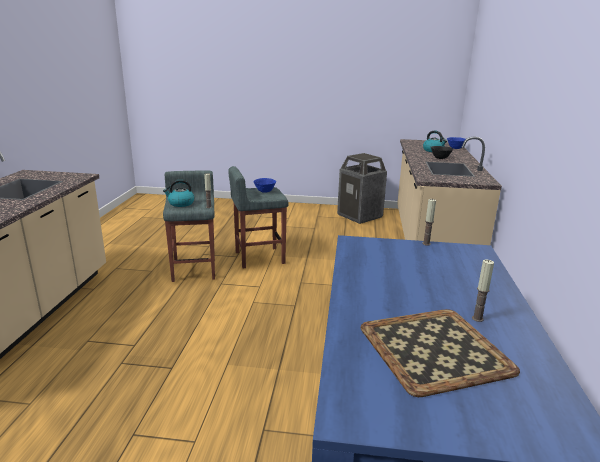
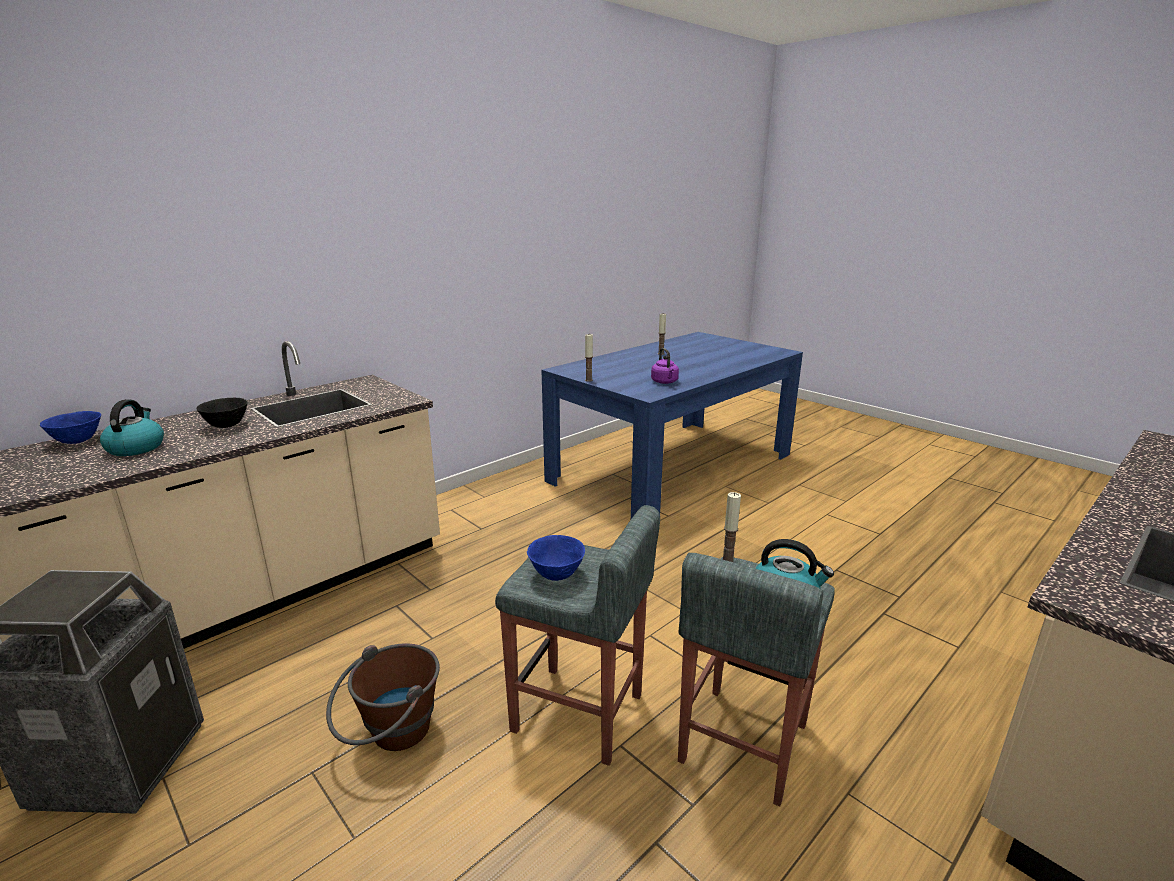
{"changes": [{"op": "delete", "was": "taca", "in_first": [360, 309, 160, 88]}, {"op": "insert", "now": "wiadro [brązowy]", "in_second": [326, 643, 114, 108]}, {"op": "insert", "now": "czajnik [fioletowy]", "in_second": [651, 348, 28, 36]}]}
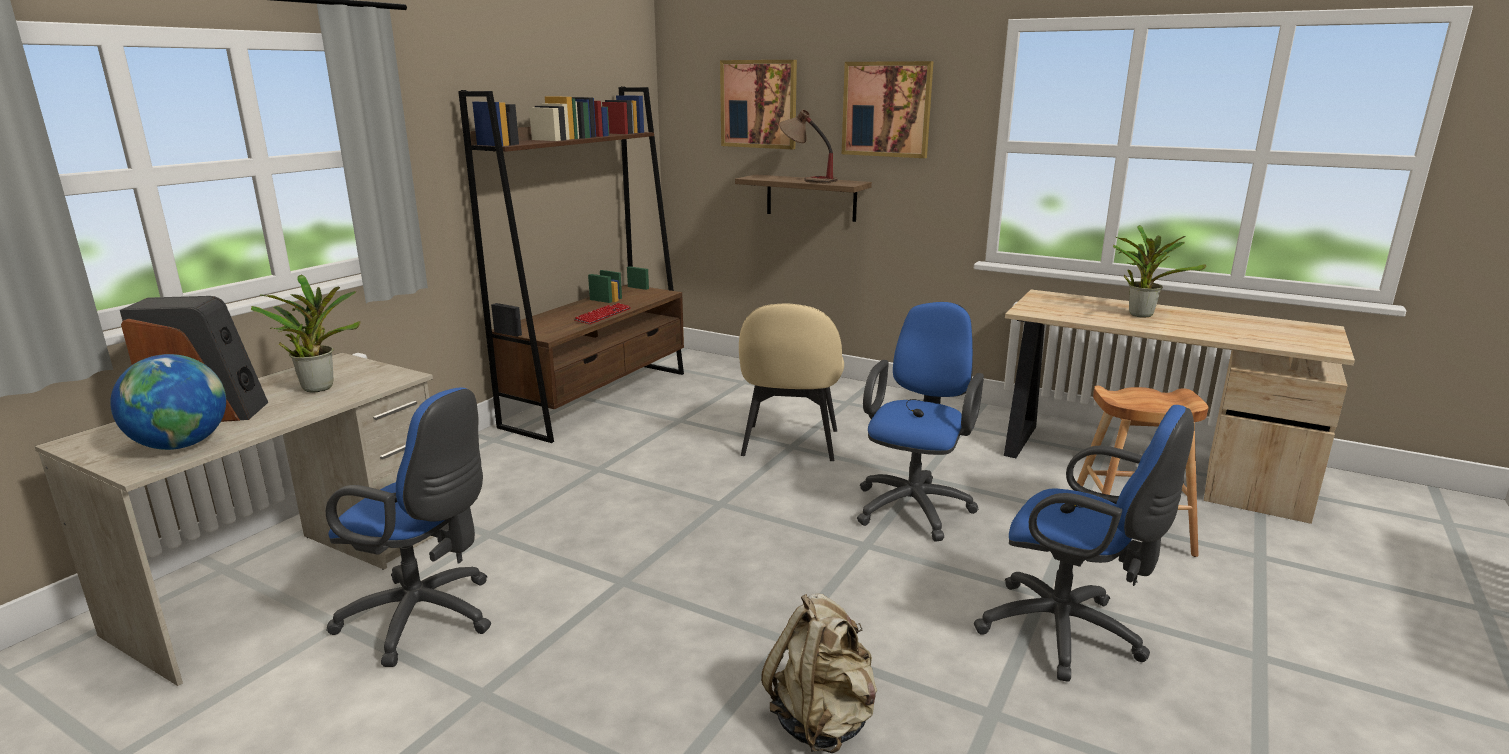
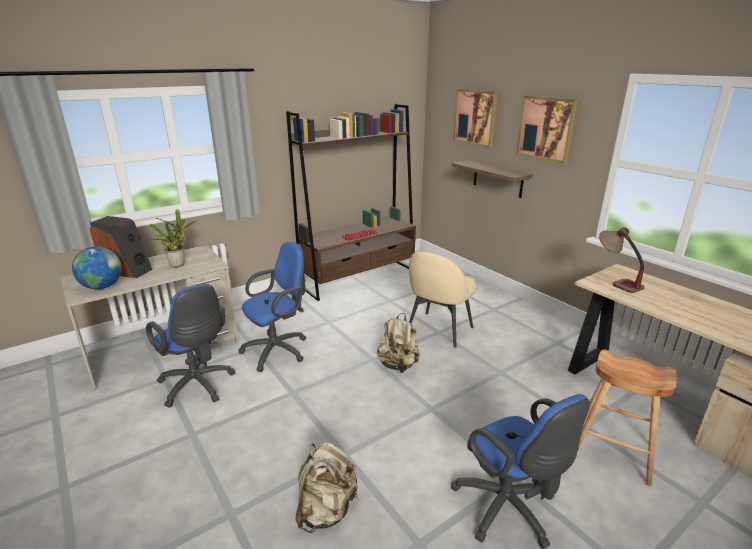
{"changes": [{"op": "delete", "was": "roślina doniczkowa", "in_first": [1113, 225, 93, 93]}, {"op": "insert", "now": "plecak [beżowy]", "in_second": [377, 313, 43, 60]}, {"op": "move", "was": "lampa stołowa", "in_first": [779, 110, 59, 73], "in_second": [599, 227, 45, 66]}, {"op": "move", "was": "krzesło biurowe [niebieski]", "in_first": [857, 302, 127, 240], "in_second": [238, 242, 68, 130]}]}
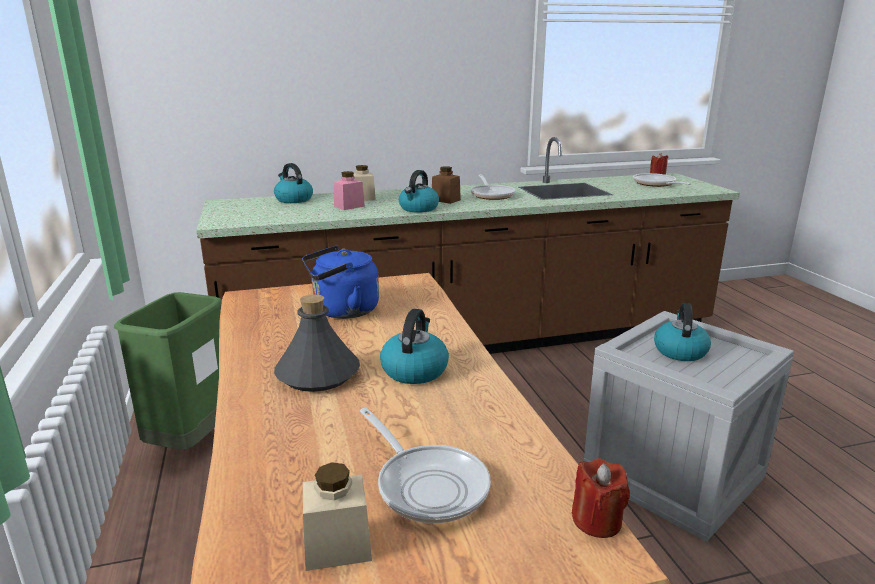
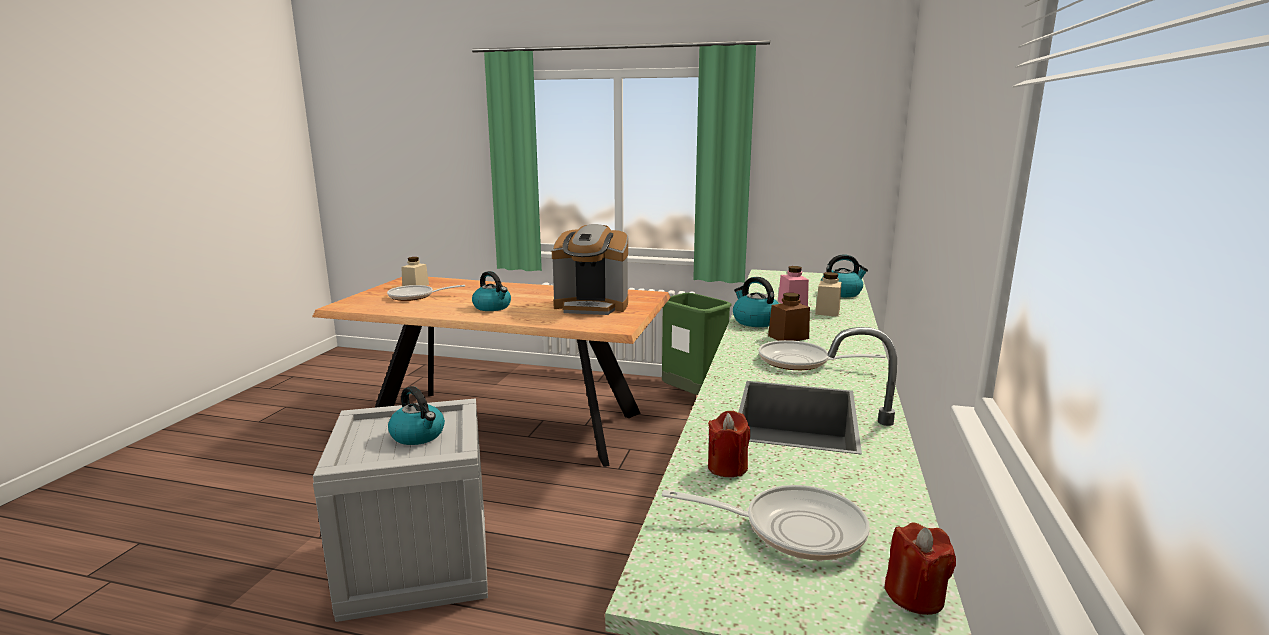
{"changes": [{"op": "delete", "was": "butelka [szary]", "in_first": [274, 294, 86, 98]}, {"op": "move", "was": "świeca [czerwony]", "in_first": [572, 458, 58, 80], "in_second": [708, 411, 42, 66]}, {"op": "replace", "was": "czajnik [niebieski]", "now": "ekspres do kawy", "in_first": [302, 245, 77, 74], "in_second": [552, 224, 76, 91]}]}
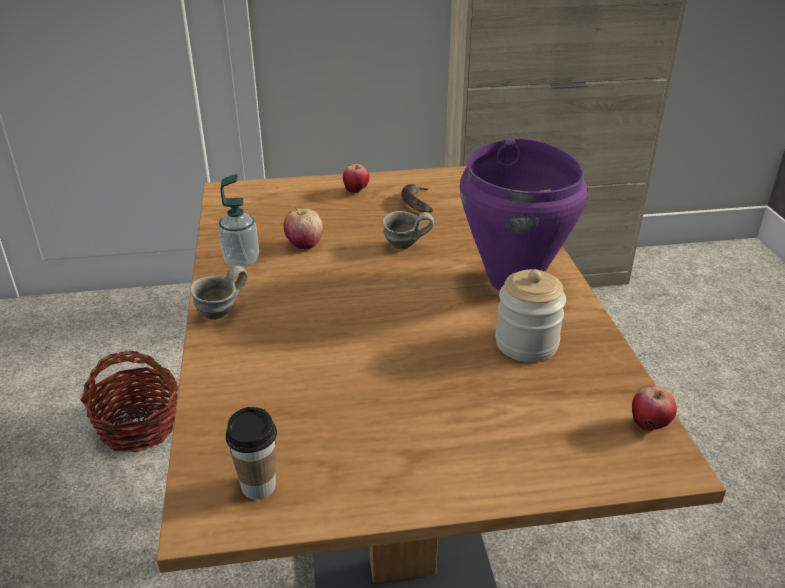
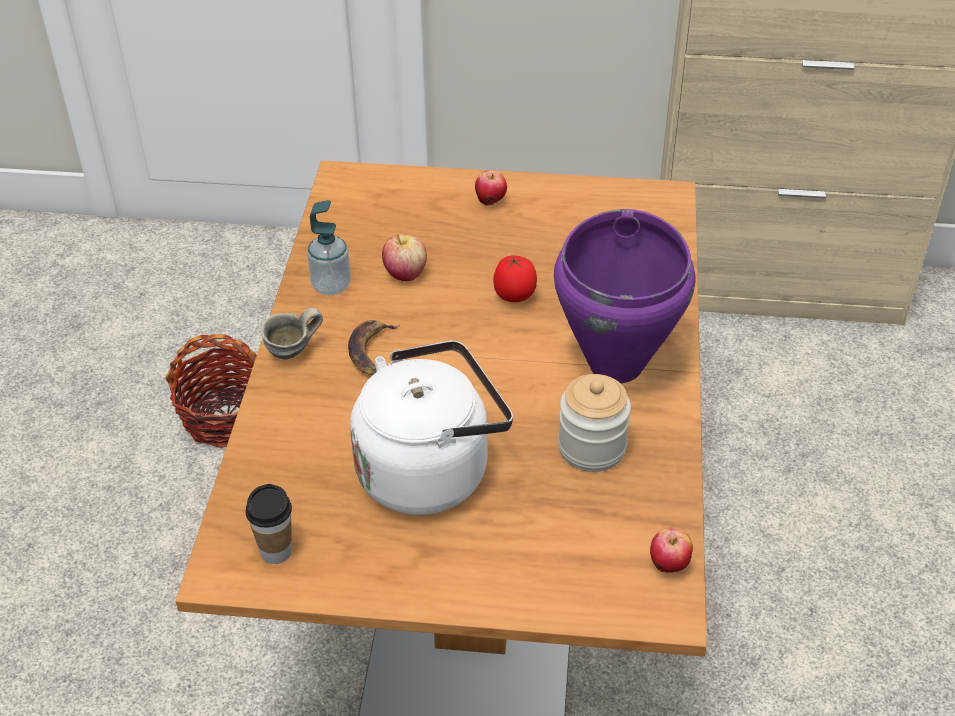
{"changes": [{"op": "insert", "now": "czajnik [biały]", "in_second": [350, 340, 163, 175]}, {"op": "move", "was": "banan", "in_first": [402, 184, 31, 29], "in_second": [348, 320, 51, 55]}, {"op": "replace", "was": "kubek [szary]", "now": "pomidor", "in_first": [382, 211, 52, 38], "in_second": [493, 255, 44, 47]}]}
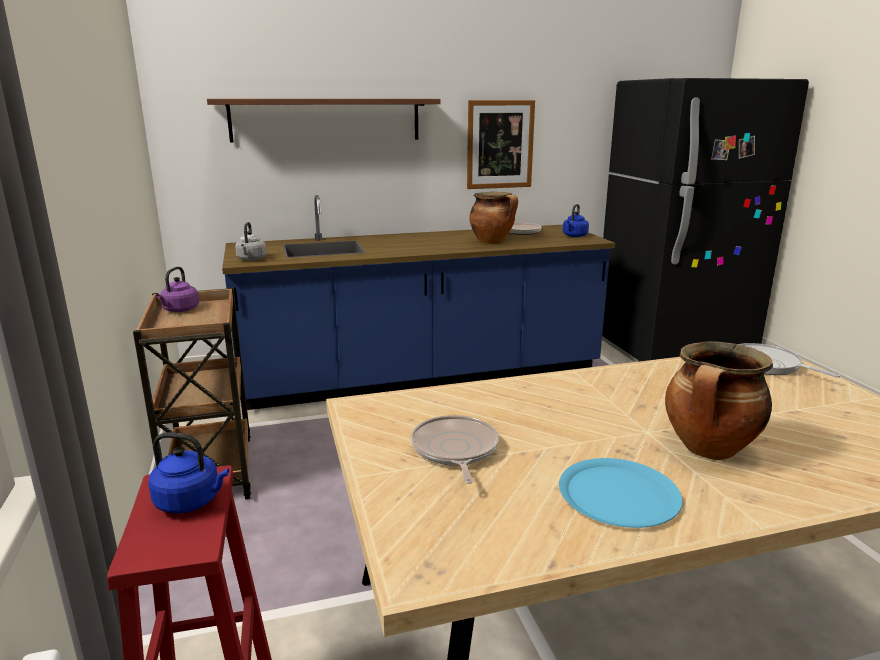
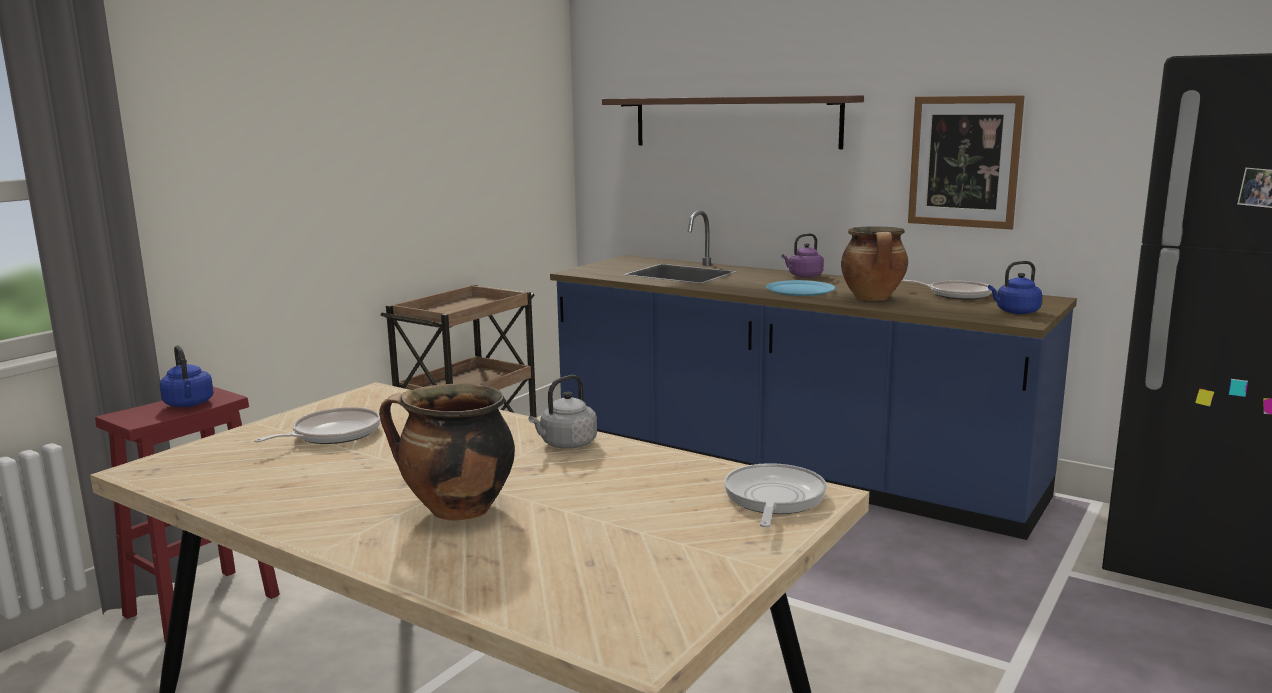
{"changes": [{"op": "move", "was": "czajnik [fioletowy]", "in_first": [156, 267, 43, 45], "in_second": [782, 233, 42, 45]}, {"op": "move", "was": "czajnik [szary]", "in_first": [235, 222, 32, 39], "in_second": [528, 375, 69, 74]}, {"op": "move", "was": "talerz [niebieski]", "in_first": [559, 458, 124, 70], "in_second": [766, 280, 69, 16]}]}
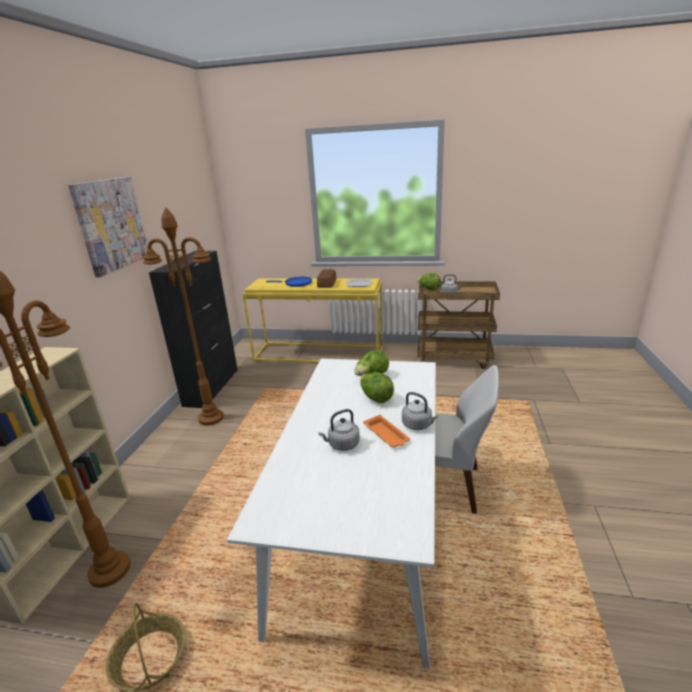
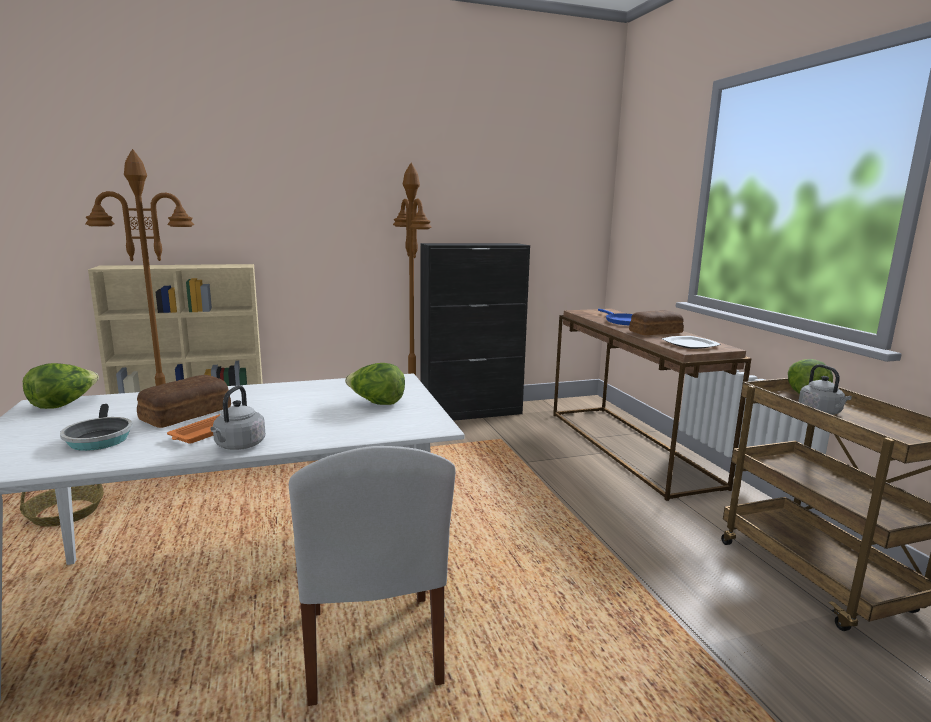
{"changes": [{"op": "delete", "was": "obraz", "in_first": [68, 177, 80, 100]}, {"op": "insert", "now": "patelnia", "in_second": [60, 404, 73, 47]}, {"op": "move", "was": "sałata", "in_first": [360, 372, 34, 31], "in_second": [23, 363, 76, 46]}, {"op": "replace", "was": "czajnik [szary]", "now": "chleb", "in_first": [319, 409, 41, 42], "in_second": [137, 375, 94, 53]}, {"op": "recolor", "was": "stolik konsolowy [żółty]", "now": "stolik konsolowy [brązowy]", "in_first": [242, 279, 141, 84], "in_second": [553, 309, 199, 192]}]}
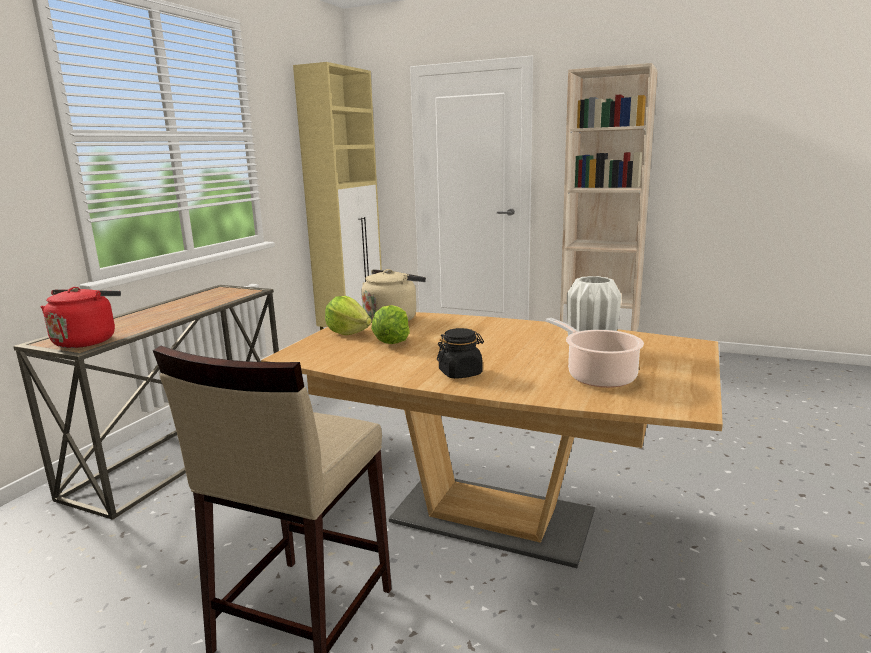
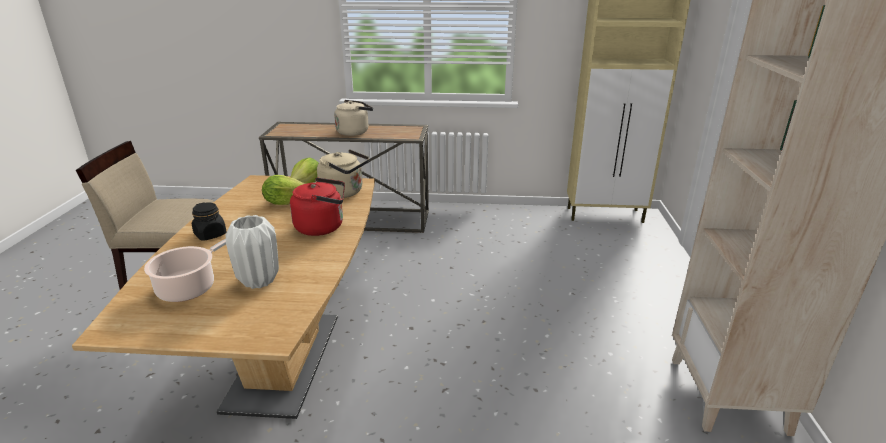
{"changes": [{"op": "insert", "now": "czajnik [beżowy]", "in_second": [334, 100, 39, 36]}, {"op": "move", "was": "czajnik [czerwony]", "in_first": [41, 287, 80, 61], "in_second": [290, 178, 55, 58]}]}
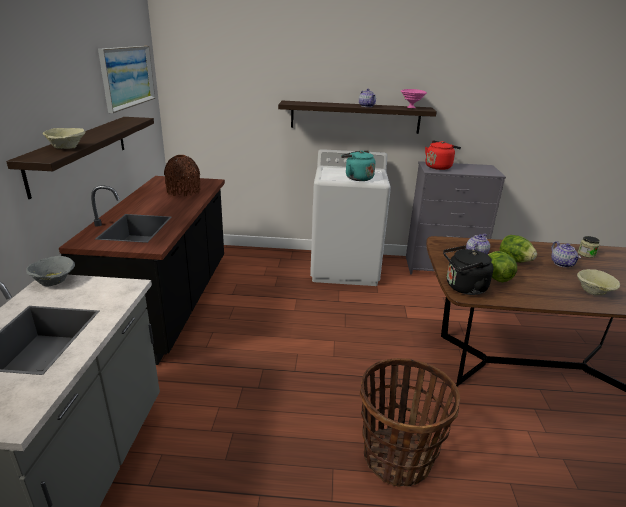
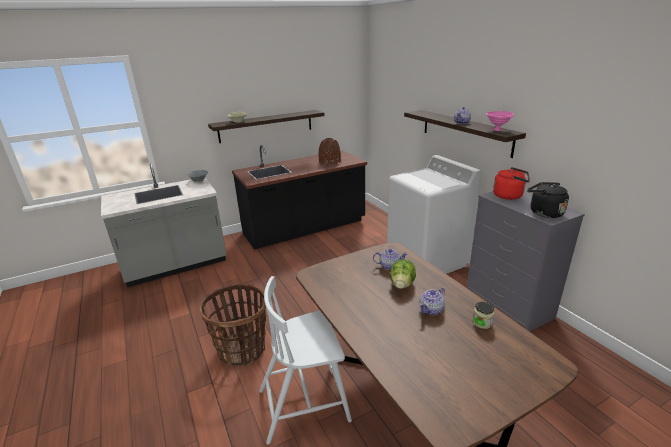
{"changes": [{"op": "delete", "was": "obraz", "in_first": [98, 46, 57, 67]}, {"op": "delete", "was": "czajnik [turkusowy]", "in_first": [341, 150, 34, 31]}, {"op": "delete", "was": "sałata", "in_first": [488, 251, 29, 31]}, {"op": "delete", "was": "miska [beżowy]", "in_first": [577, 269, 43, 27]}, {"op": "insert", "now": "krzesło [biały]", "in_second": [259, 276, 93, 169]}, {"op": "move", "was": "czajnik [czarny]", "in_first": [443, 246, 50, 49], "in_second": [527, 182, 42, 36]}]}
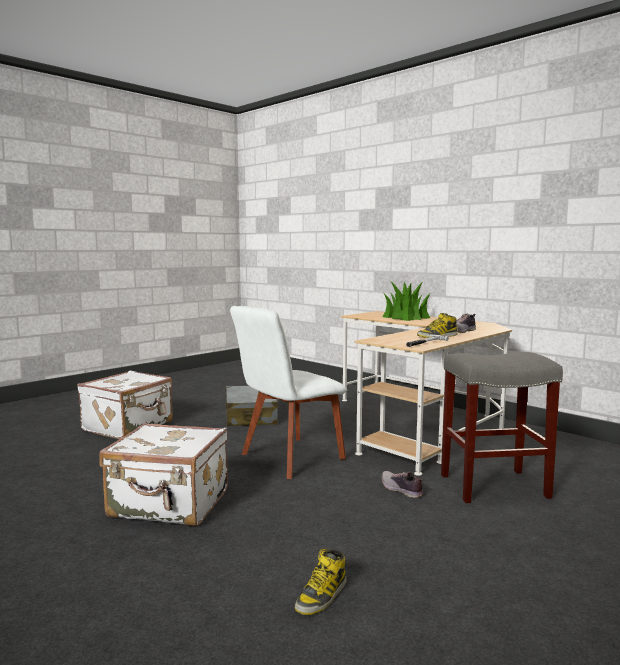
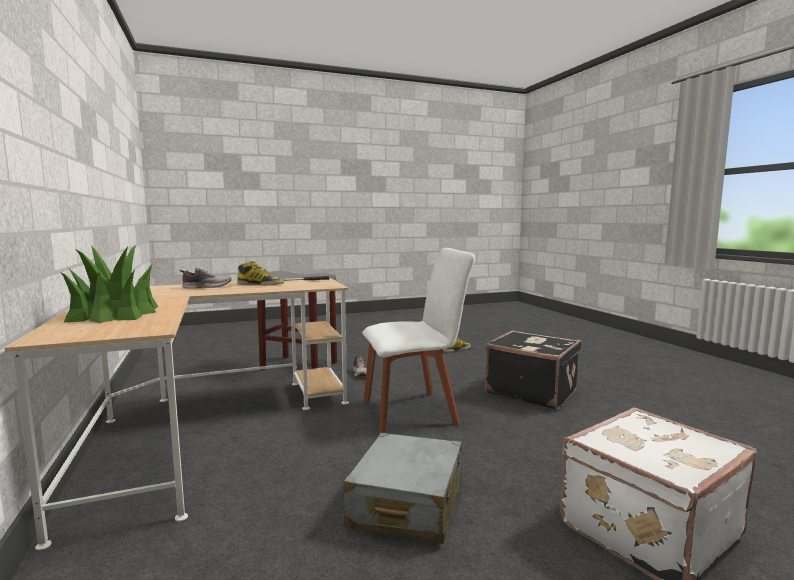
{"changes": [{"op": "recolor", "was": "walizka [biały]", "now": "walizka [czarny]", "in_first": [99, 423, 129, 103], "in_second": [485, 330, 96, 79]}]}
